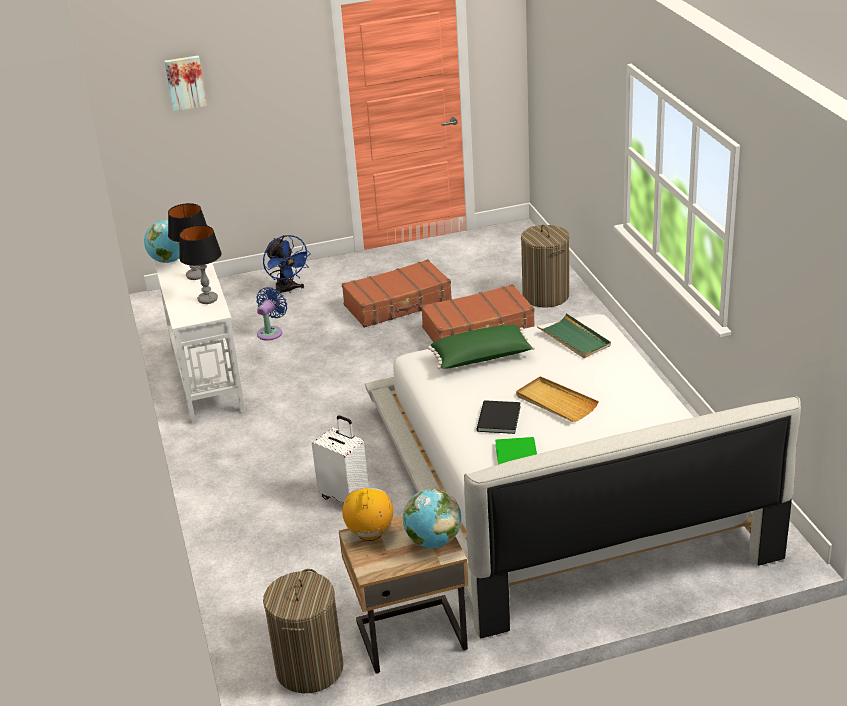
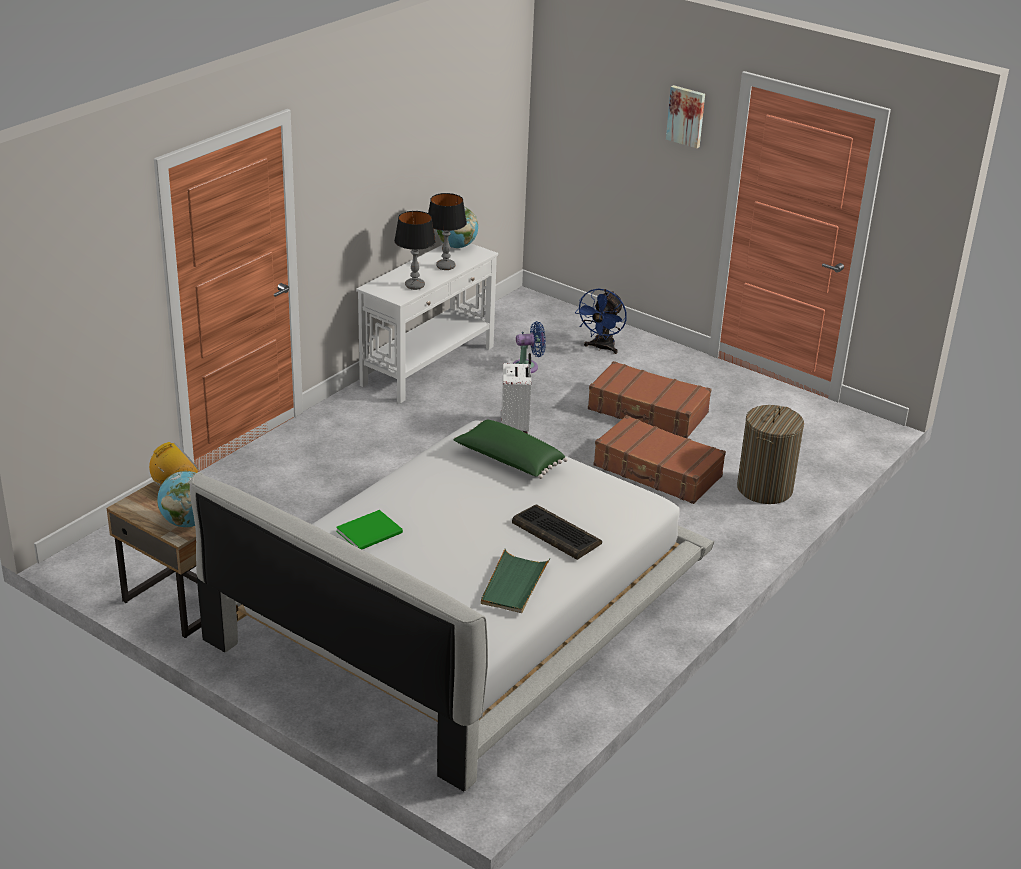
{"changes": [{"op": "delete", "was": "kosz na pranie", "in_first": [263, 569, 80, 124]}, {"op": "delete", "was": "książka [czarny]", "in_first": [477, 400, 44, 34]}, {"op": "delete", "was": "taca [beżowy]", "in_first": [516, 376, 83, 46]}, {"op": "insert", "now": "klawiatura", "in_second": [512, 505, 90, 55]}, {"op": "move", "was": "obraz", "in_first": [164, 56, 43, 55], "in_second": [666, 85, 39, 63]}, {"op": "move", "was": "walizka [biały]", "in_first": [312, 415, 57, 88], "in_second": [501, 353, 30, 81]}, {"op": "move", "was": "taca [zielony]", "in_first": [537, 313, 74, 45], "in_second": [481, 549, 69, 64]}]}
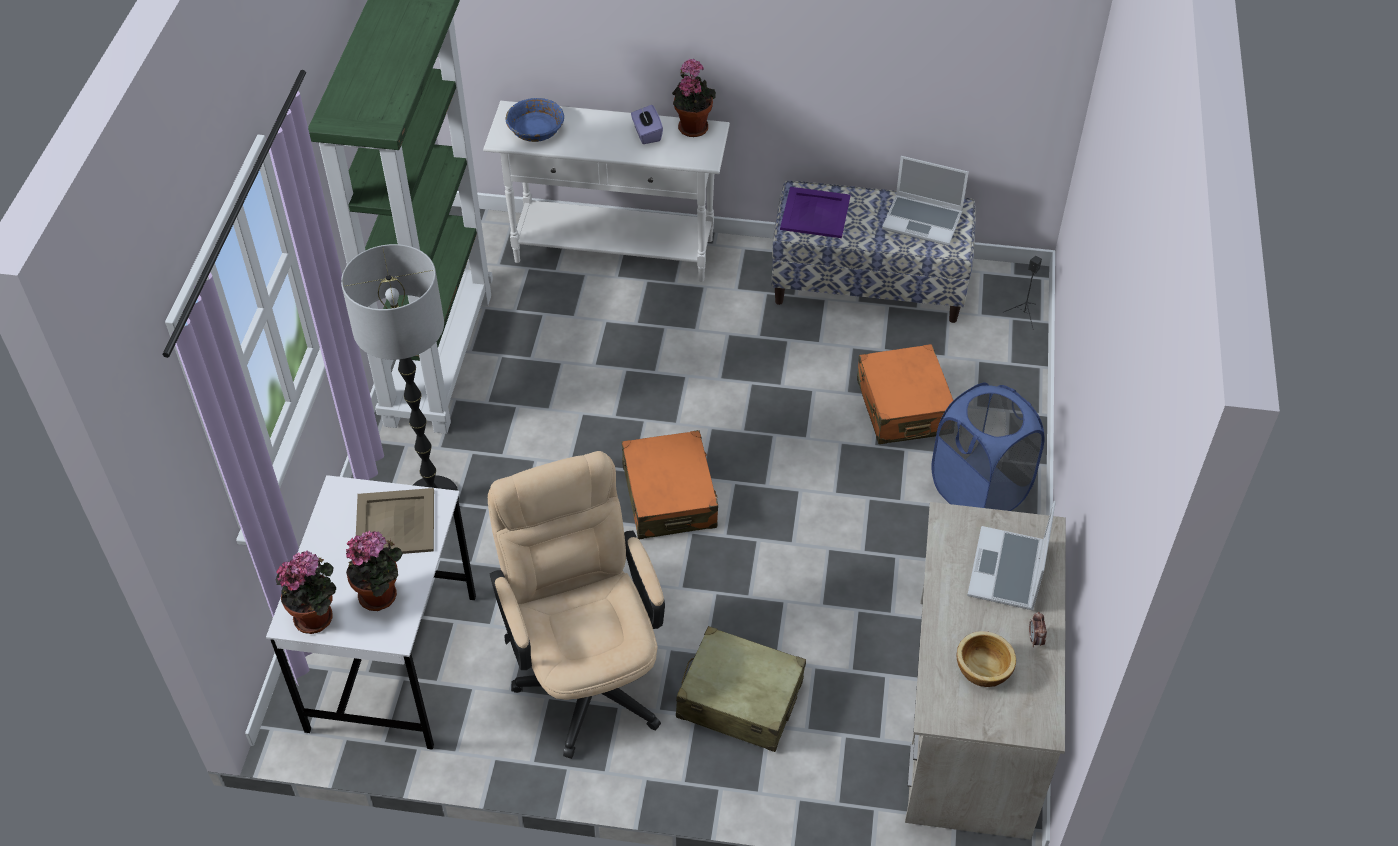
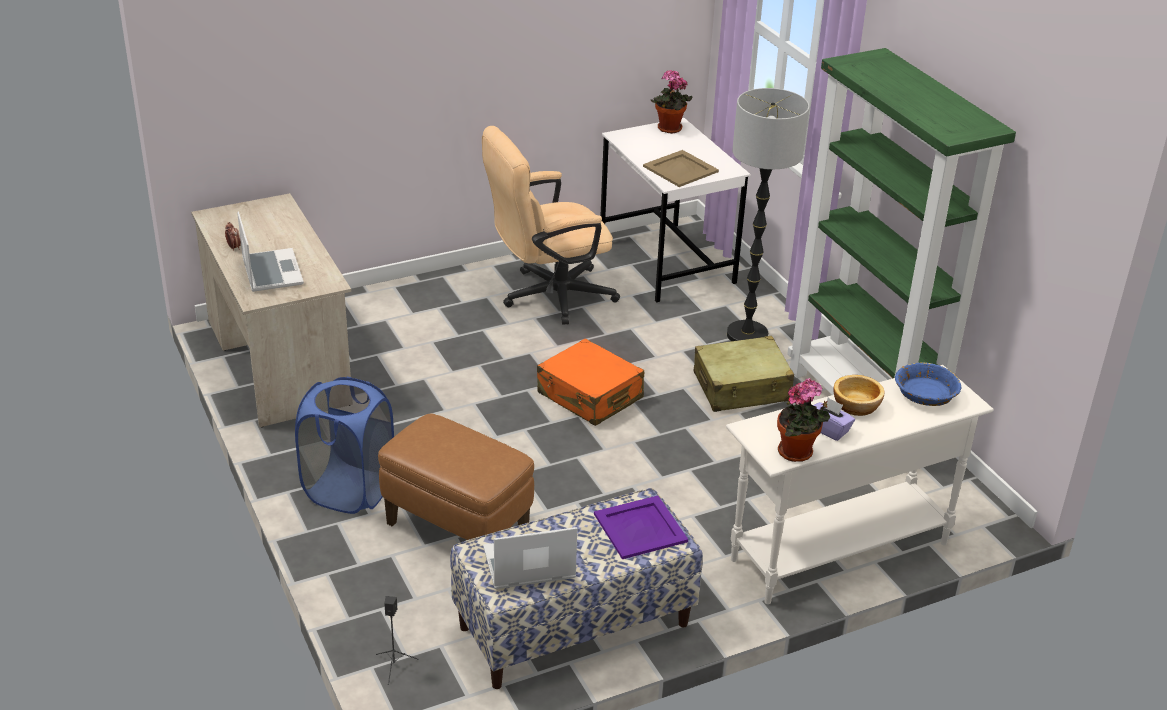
{"changes": [{"op": "delete", "was": "roślina doniczkowa", "in_first": [346, 531, 57, 80]}, {"op": "move", "was": "walizka [beżowy]", "in_first": [676, 626, 130, 126], "in_second": [693, 336, 101, 76]}, {"op": "move", "was": "miska", "in_first": [957, 631, 59, 56], "in_second": [833, 375, 52, 41]}, {"op": "replace", "was": "walizka [pomarańczowy]", "now": "pufa [brązowy]", "in_first": [857, 344, 96, 100], "in_second": [378, 413, 156, 127]}, {"op": "rotate", "was": "krzesło biurowe [beżowy]", "in_first": [488, 451, 177, 308], "in_second": [482, 126, 138, 199], "clockwise": 120}]}
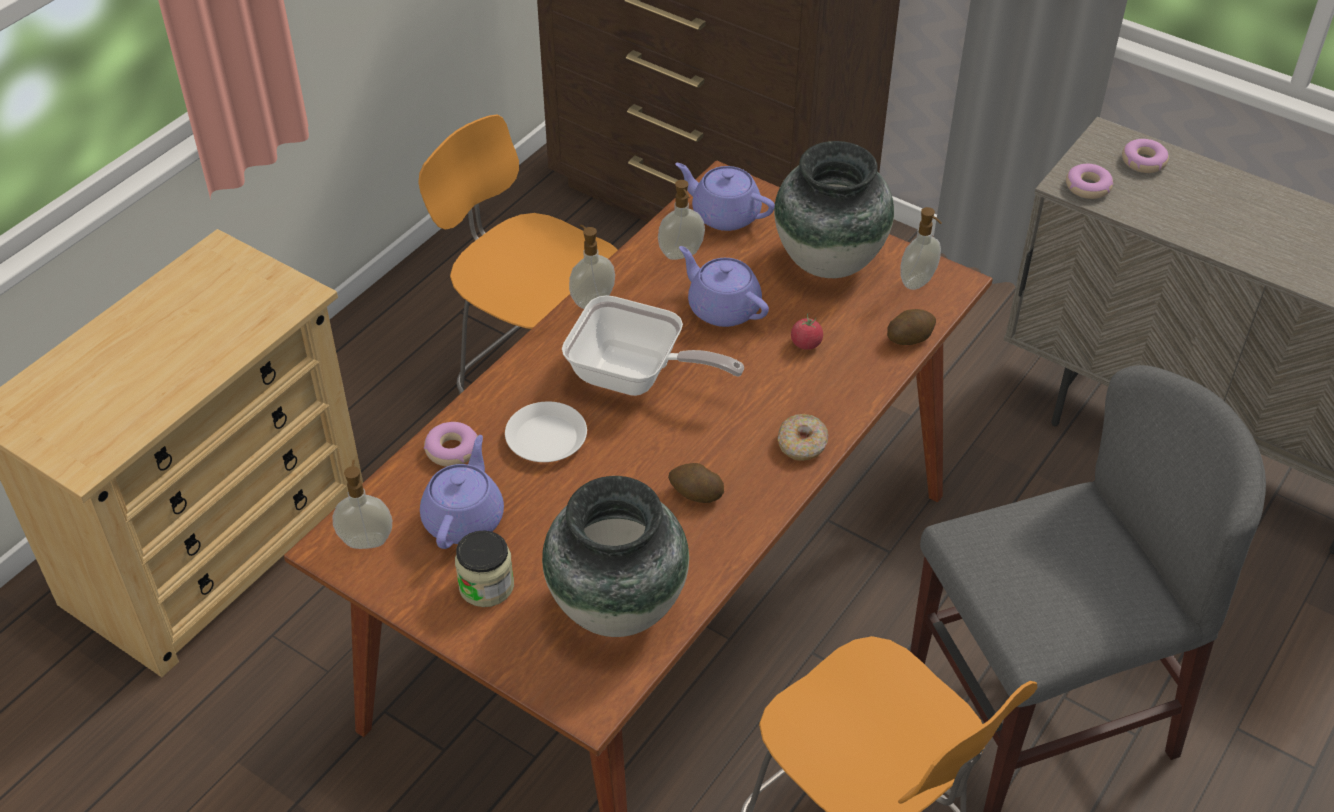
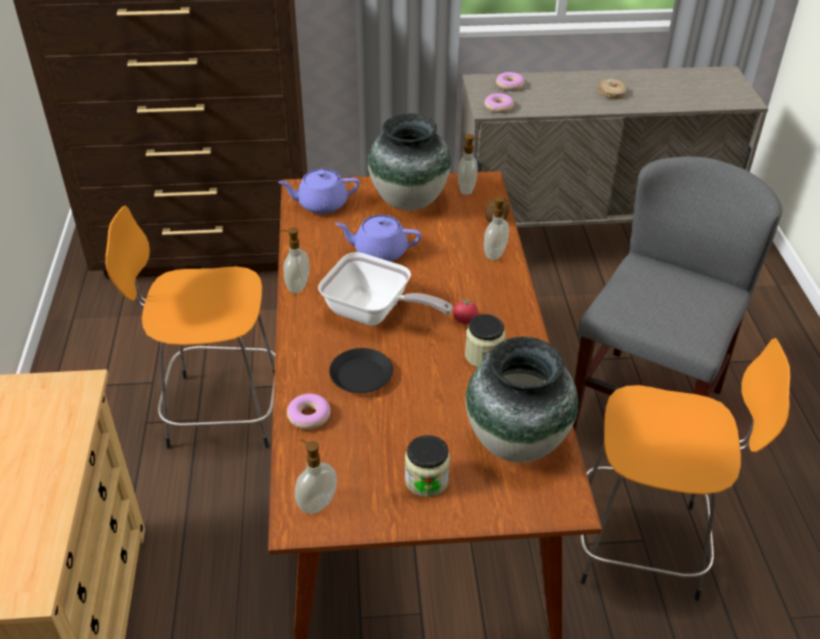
{"changes": [{"op": "delete", "was": "imbryk [fioletowy]", "in_first": [420, 435, 84, 114]}, {"op": "move", "was": "dozownik mydła", "in_first": [658, 180, 47, 80], "in_second": [484, 196, 28, 64]}, {"op": "move", "was": "donut", "in_first": [778, 414, 50, 47], "in_second": [599, 79, 27, 20]}, {"op": "move", "was": "pomidor", "in_first": [791, 313, 32, 37], "in_second": [453, 297, 25, 27]}, {"op": "replace", "was": "ziemniak", "now": "słoik", "in_first": [668, 463, 56, 40], "in_second": [465, 314, 40, 53]}, {"op": "recolor", "was": "talerz [biały]", "now": "talerz [czarny]", "in_first": [505, 401, 82, 61], "in_second": [329, 348, 64, 45]}, {"op": "rotate", "was": "patelnia", "in_first": [562, 295, 182, 101], "in_second": [318, 252, 135, 74], "clockwise": 45}]}
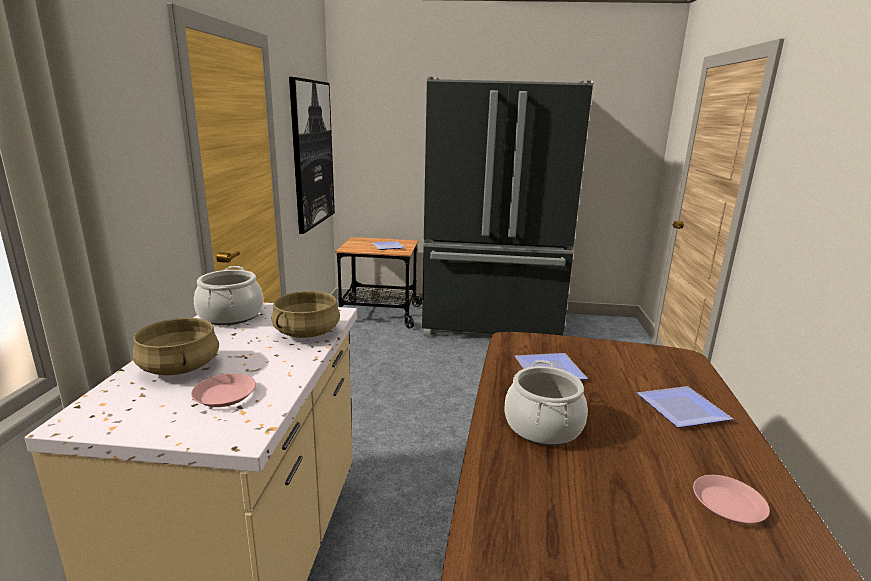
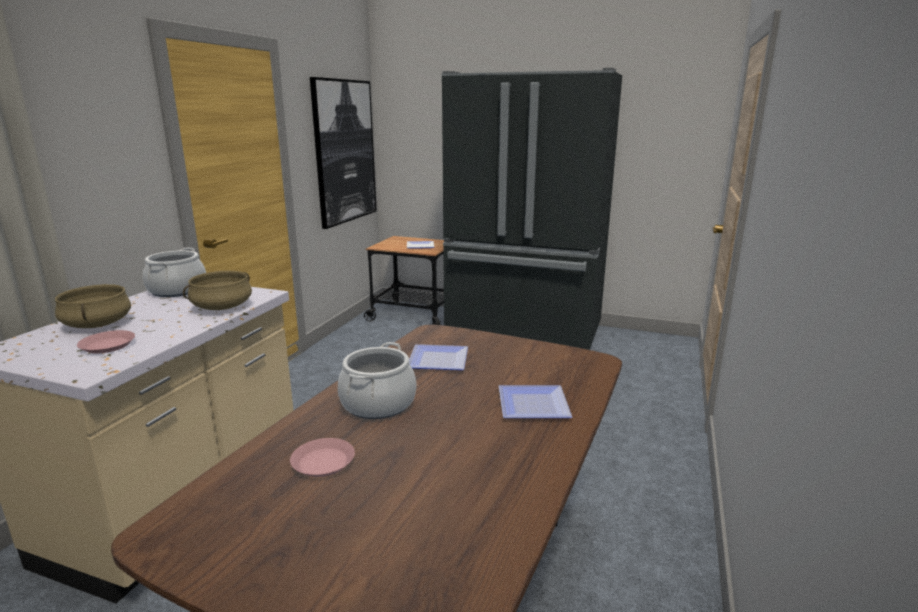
{"changes": [{"op": "move", "was": "talerz [różowy]", "in_first": [693, 475, 77, 49], "in_second": [290, 438, 65, 39]}]}
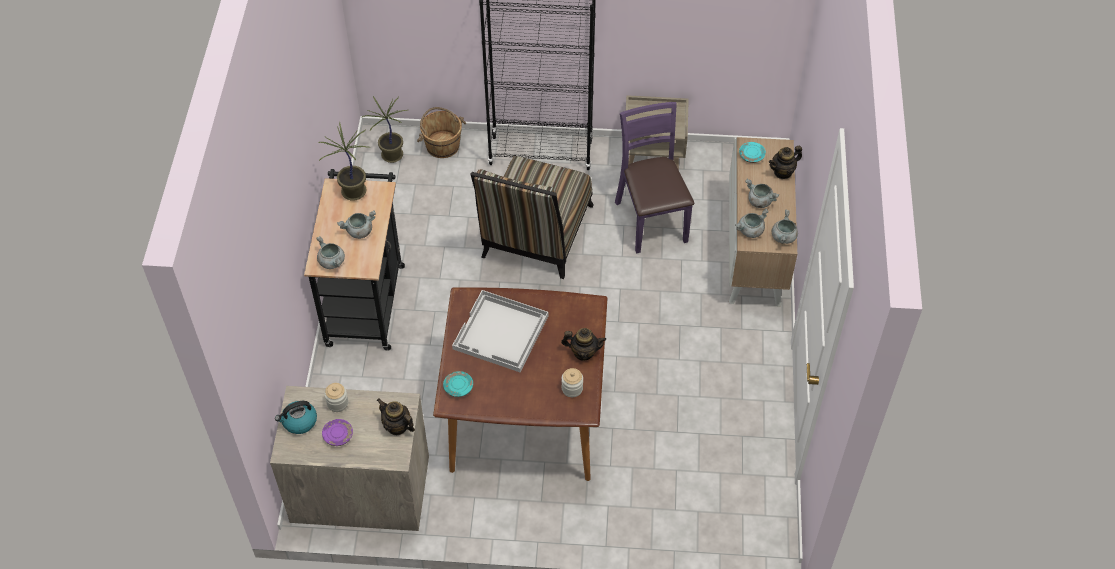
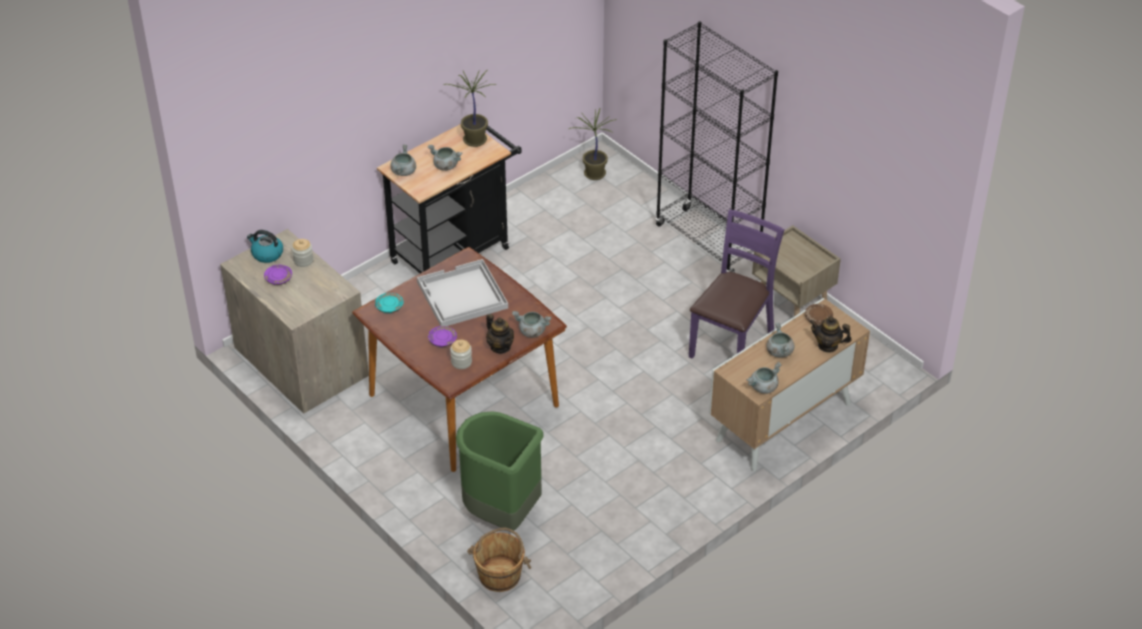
{"changes": [{"op": "delete", "was": "imbryk", "in_first": [377, 398, 38, 37]}, {"op": "delete", "was": "krzesło", "in_first": [470, 156, 124, 123]}, {"op": "insert", "now": "talerz [fioletowy]", "in_second": [428, 326, 29, 21]}, {"op": "insert", "now": "kosz na śmieci [zielony]", "in_second": [456, 411, 87, 119]}, {"op": "move", "was": "wiadro [brązowy]", "in_first": [417, 107, 49, 51], "in_second": [467, 528, 64, 64]}, {"op": "move", "was": "garnek [szary]", "in_first": [735, 208, 34, 30], "in_second": [512, 311, 39, 27]}, {"op": "recolor", "was": "talerz [turkusowy]", "now": "talerz [brązowy]", "in_first": [739, 142, 27, 21], "in_second": [805, 304, 28, 21]}]}
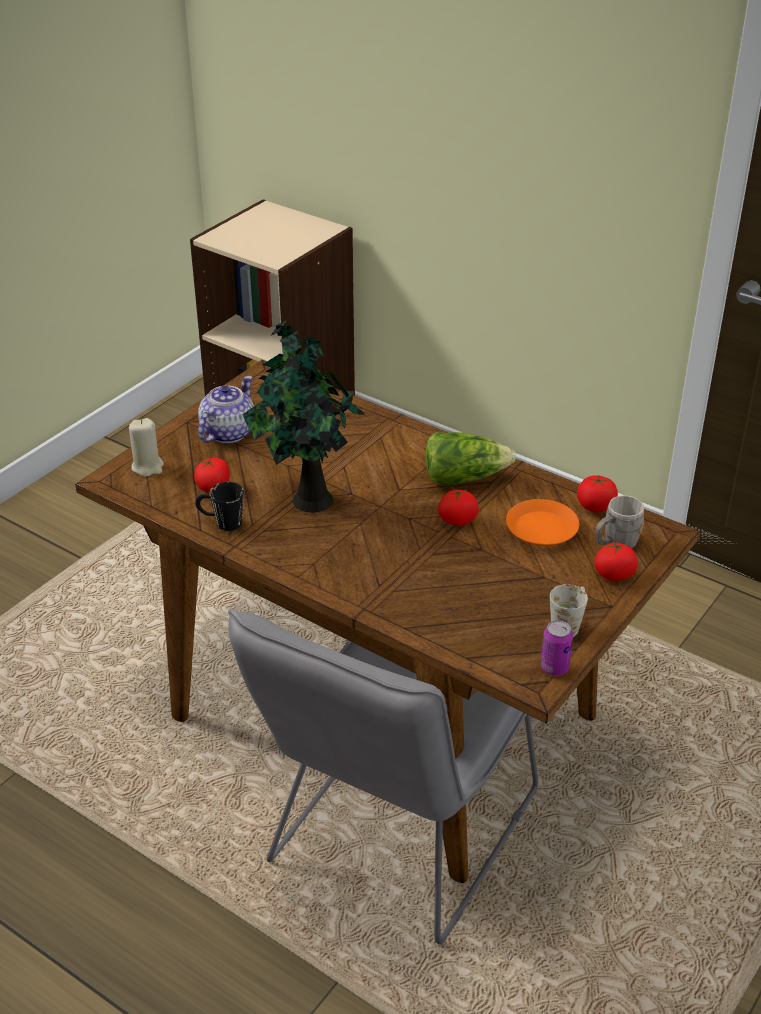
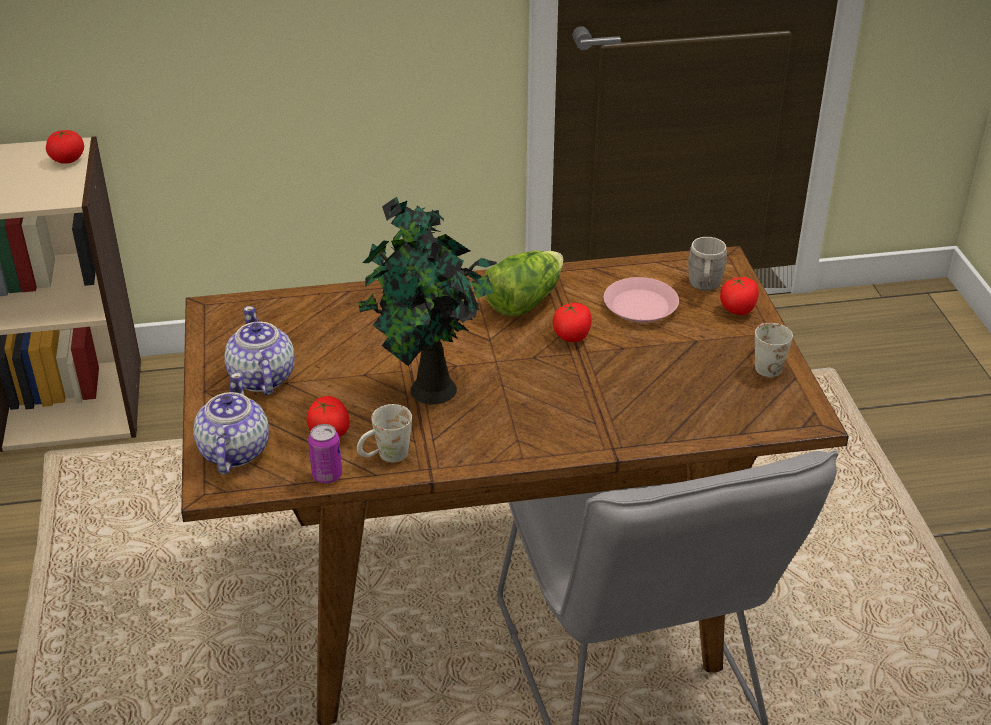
{"changes": [{"op": "move", "was": "puszka", "in_first": [541, 620, 32, 56], "in_second": [308, 424, 34, 59]}, {"op": "move", "was": "pomidor", "in_first": [577, 475, 41, 37], "in_second": [46, 130, 38, 34]}, {"op": "replace", "was": "świeca [beżowy]", "now": "imbryk", "in_first": [129, 418, 35, 59], "in_second": [193, 373, 76, 101]}, {"op": "recolor", "was": "kubek [czarny]", "now": "kubek [biały]", "in_first": [195, 482, 49, 49], "in_second": [357, 404, 55, 59]}, {"op": "recolor", "was": "talerz [pomarańczowy]", "now": "talerz [różowy]", "in_first": [506, 499, 73, 47], "in_second": [604, 277, 75, 46]}]}
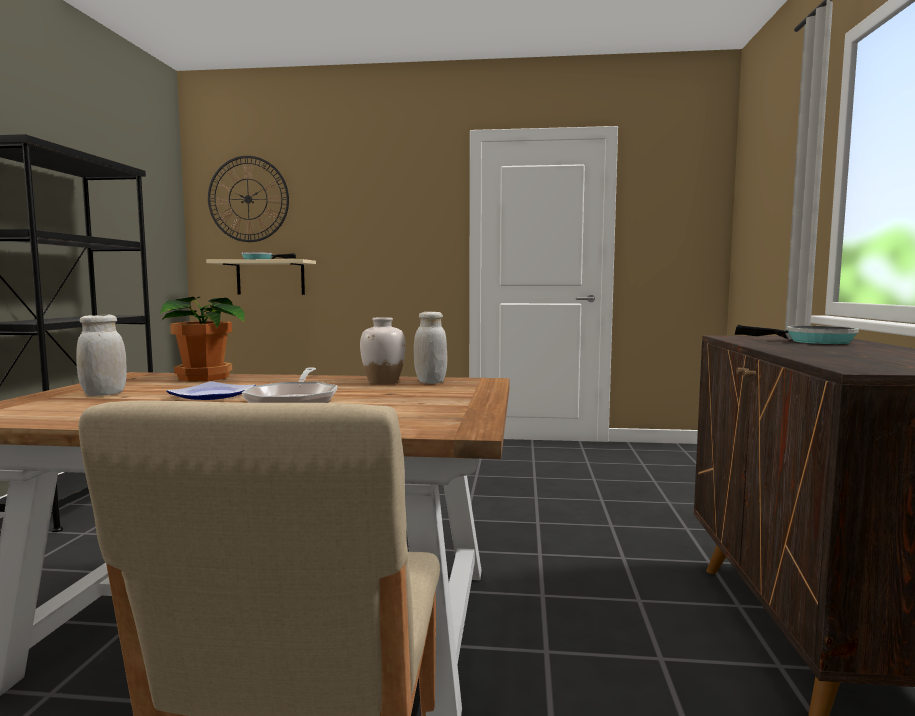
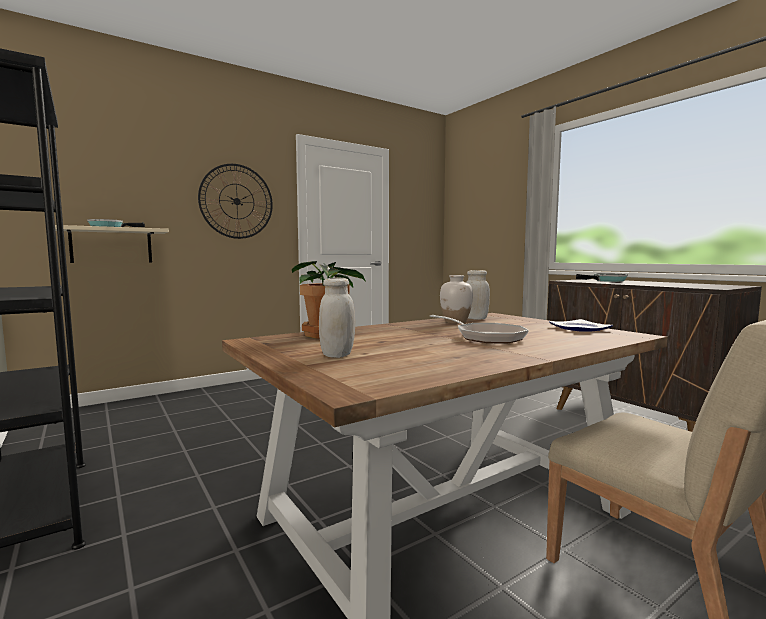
{"changes": [{"op": "move", "was": "talerz", "in_first": [166, 381, 90, 19], "in_second": [549, 319, 64, 12]}, {"op": "move", "was": "zegar ścienny", "in_first": [208, 156, 81, 86], "in_second": [198, 164, 75, 75]}]}
